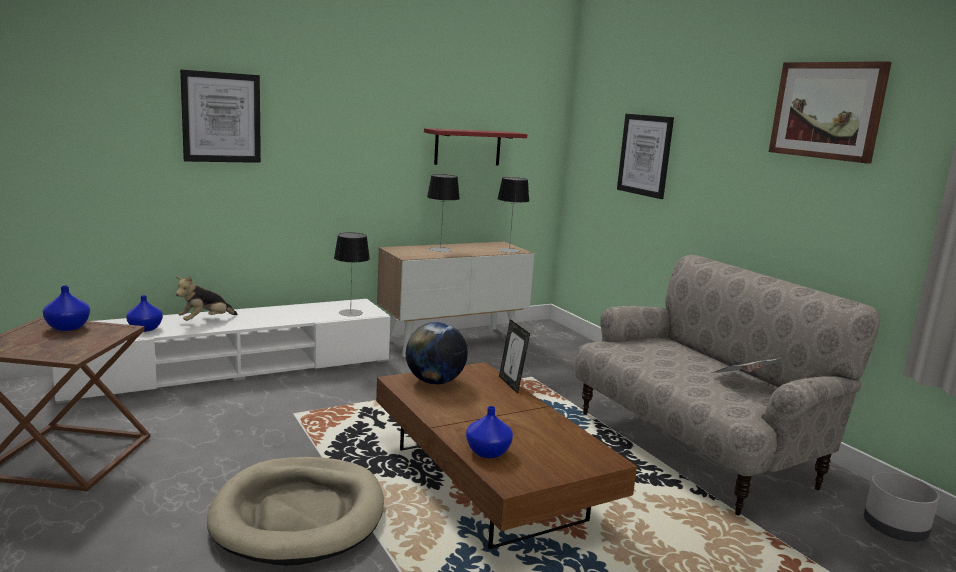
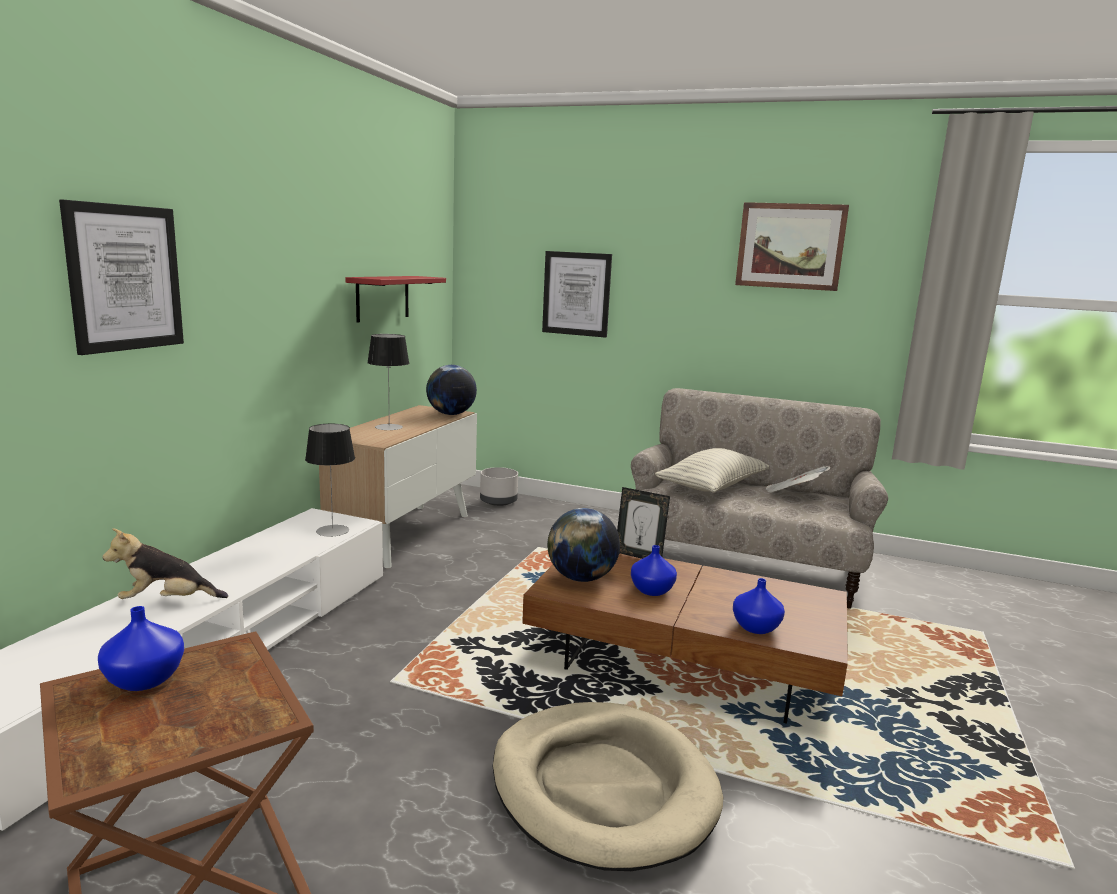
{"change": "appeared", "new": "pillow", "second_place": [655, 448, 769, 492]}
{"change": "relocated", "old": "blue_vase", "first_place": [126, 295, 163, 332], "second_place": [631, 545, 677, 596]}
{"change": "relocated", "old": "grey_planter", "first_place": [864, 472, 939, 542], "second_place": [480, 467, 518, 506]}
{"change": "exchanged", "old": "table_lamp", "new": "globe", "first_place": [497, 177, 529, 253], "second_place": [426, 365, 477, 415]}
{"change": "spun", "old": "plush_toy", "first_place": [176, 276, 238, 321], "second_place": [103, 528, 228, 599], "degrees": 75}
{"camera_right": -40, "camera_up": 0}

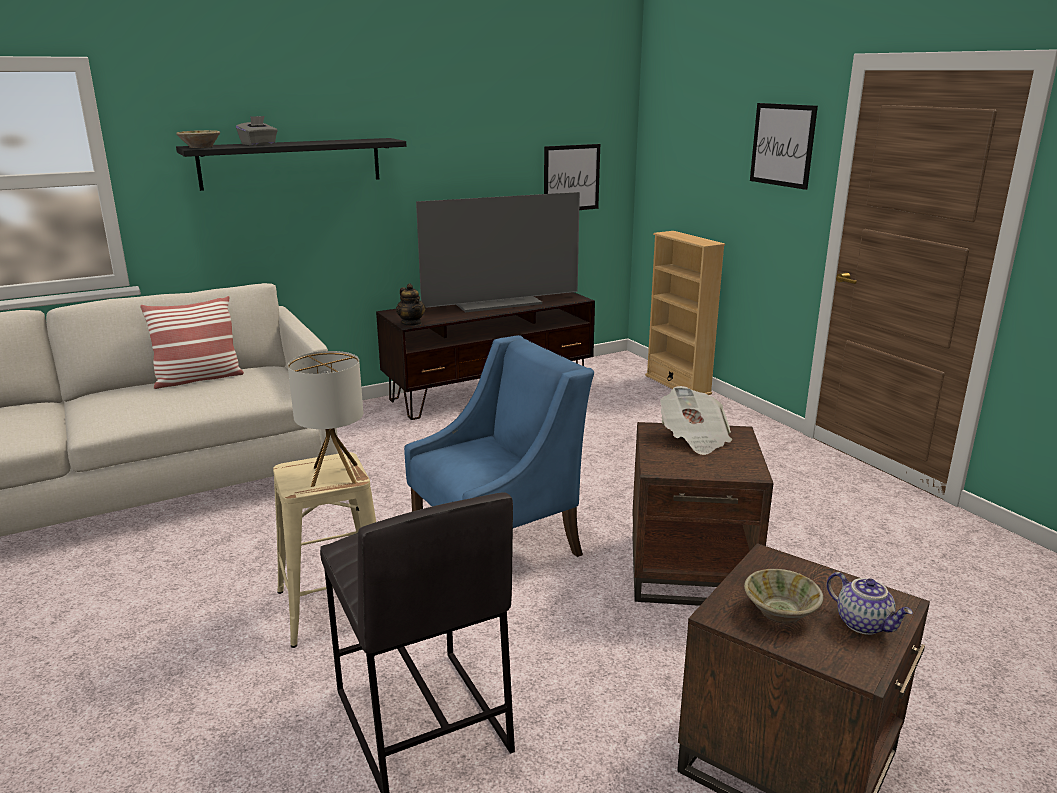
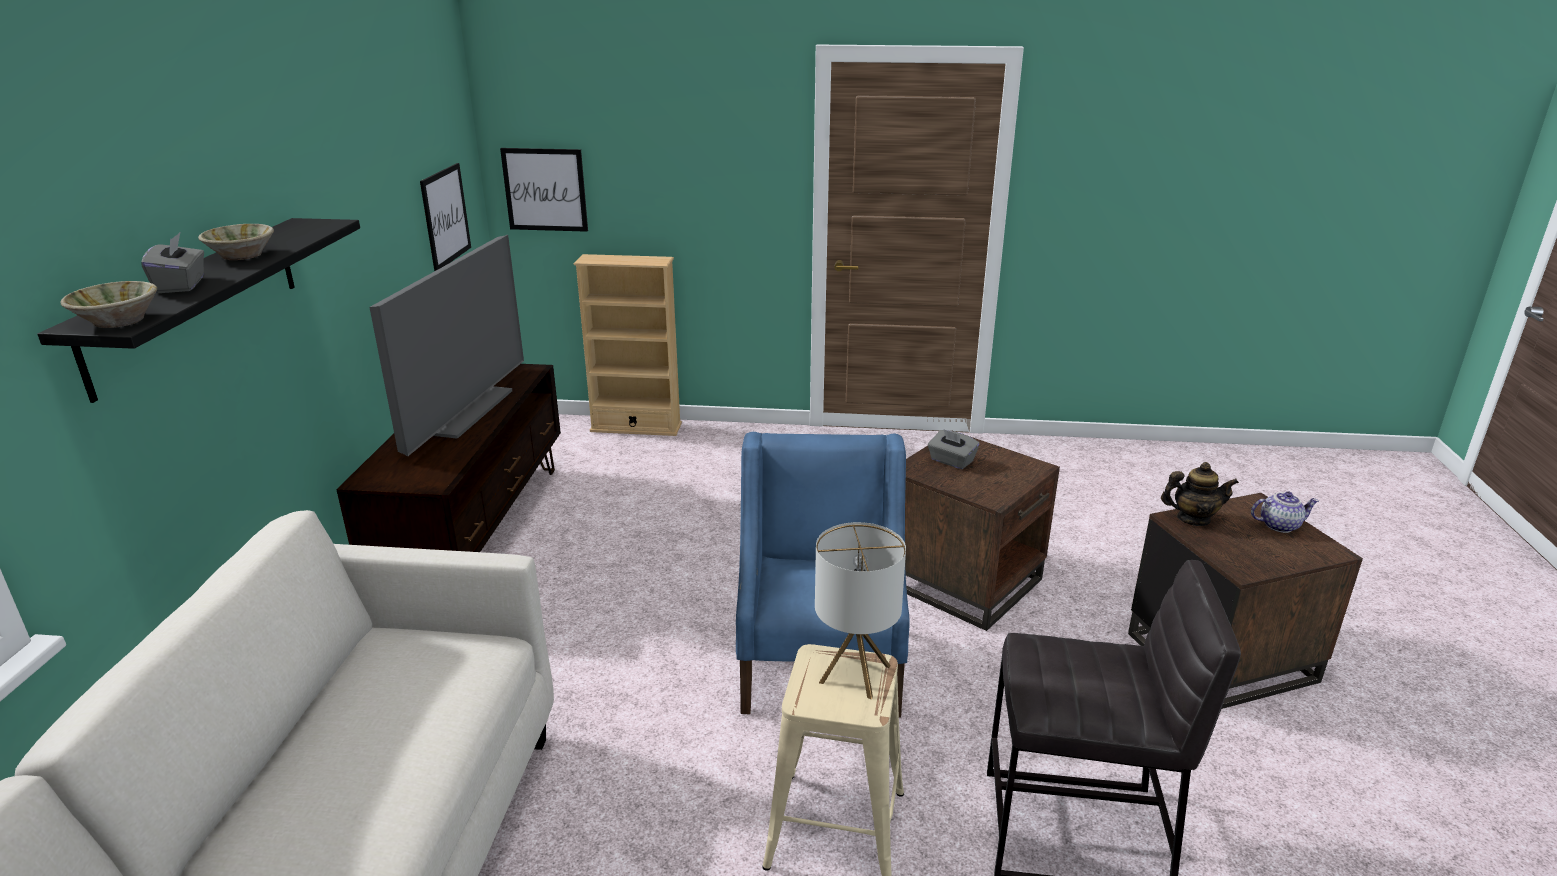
{"change": "missing", "old": "pillow", "first_place": [140, 296, 244, 389]}
{"change": "relocated", "old": "teapot", "first_place": [396, 284, 426, 326], "second_place": [1161, 462, 1239, 526]}
{"change": "relocated", "old": "beige_bowl", "first_place": [744, 569, 824, 624], "second_place": [198, 224, 274, 260]}
{"change": "relocated", "old": "picture", "first_place": [750, 103, 818, 190], "second_place": [500, 148, 588, 232]}
{"change": "exchanged", "old": "newspaper", "new": "grey_tissue_box", "first_place": [660, 386, 732, 455], "second_place": [928, 429, 979, 469]}
{"camera_right": -55, "camera_up": 5}

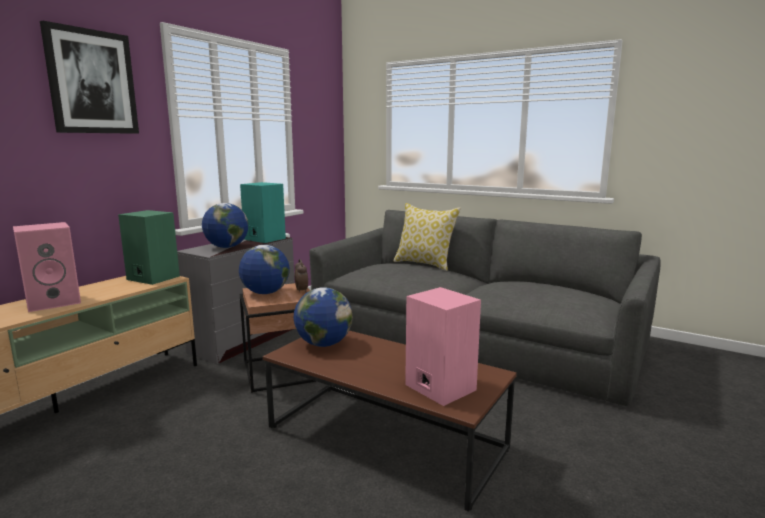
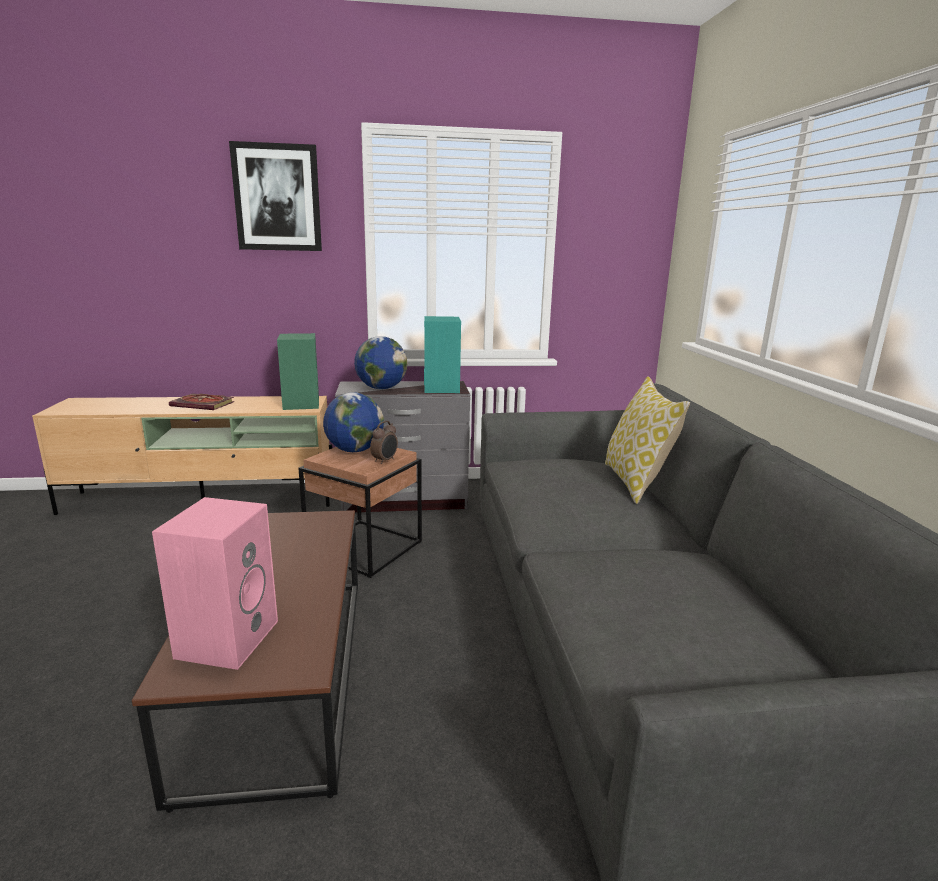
{"change": "missing", "old": "globe", "first_place": [294, 287, 353, 347]}
{"change": "exchanged", "old": "pink_speaker", "new": "book", "first_place": [13, 222, 81, 312], "second_place": [169, 393, 234, 410]}
{"camera_right": 50, "camera_up": 5}

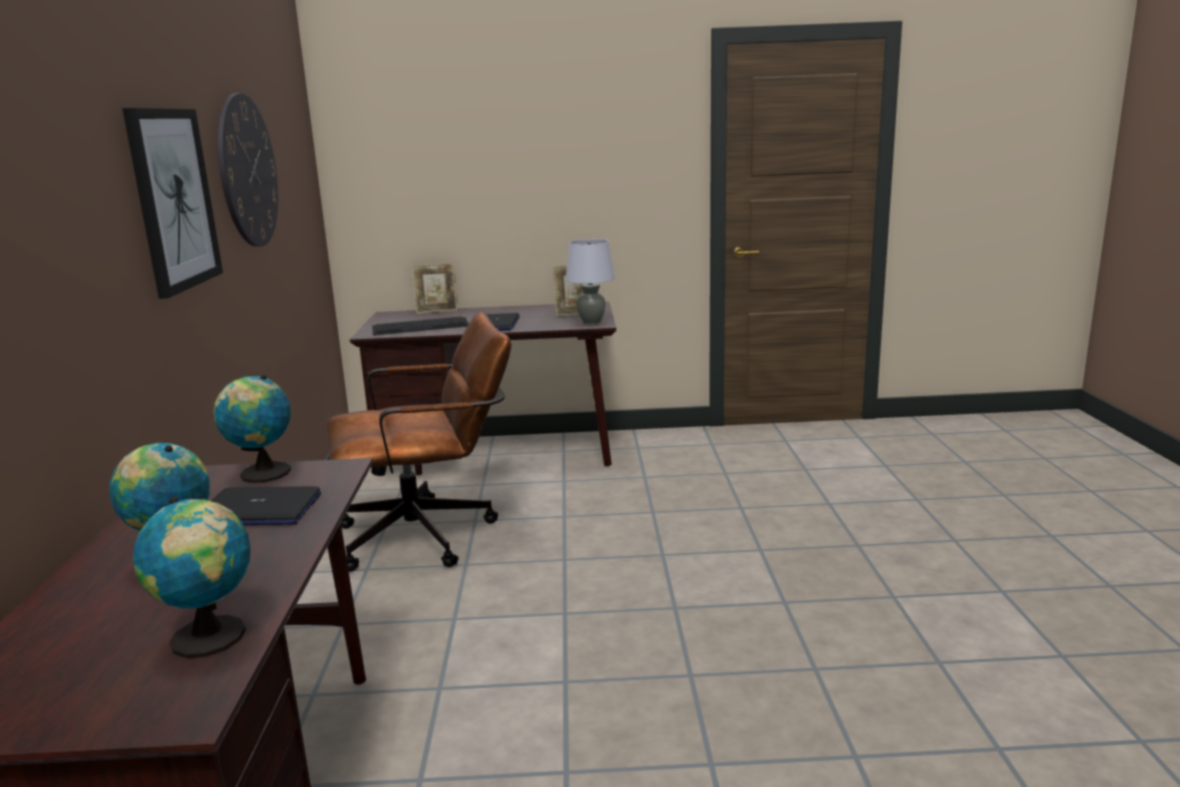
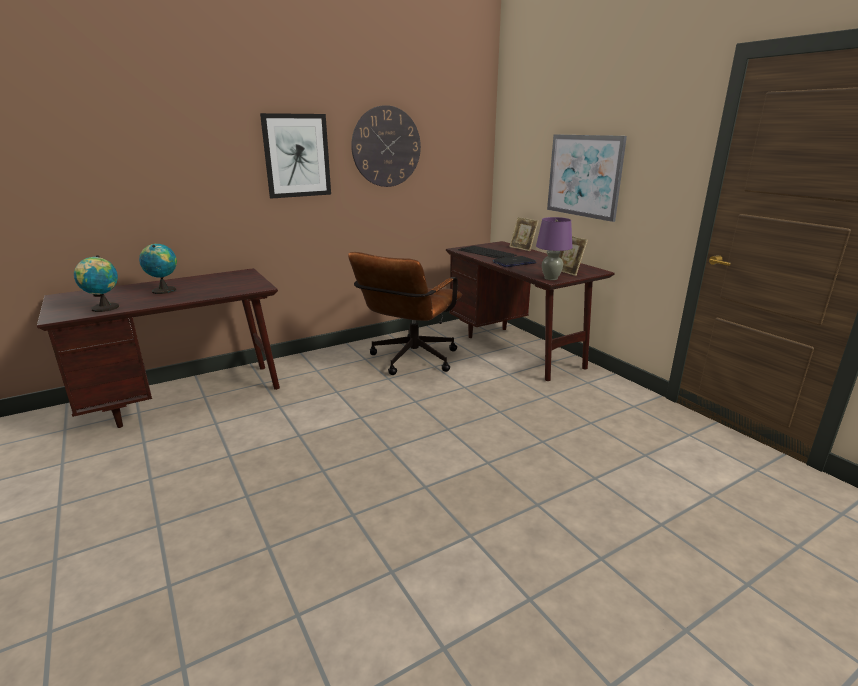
{"change": "missing", "old": "laptop", "first_place": [212, 486, 321, 525]}
{"change": "missing", "old": "globe", "first_place": [214, 375, 291, 483]}
{"change": "appeared", "new": "picture", "second_place": [547, 134, 627, 222]}
{"change": "colour", "old": "grey_table_lamp", "new": "purple_table_lamp", "first_place": [566, 239, 615, 325], "second_place": [536, 217, 573, 280]}
{"change": "spun", "old": "brown_office_chair", "first_place": [326, 311, 512, 572], "second_place": [348, 252, 462, 375], "degrees": 75}
{"camera_right": 60, "camera_up": 5}

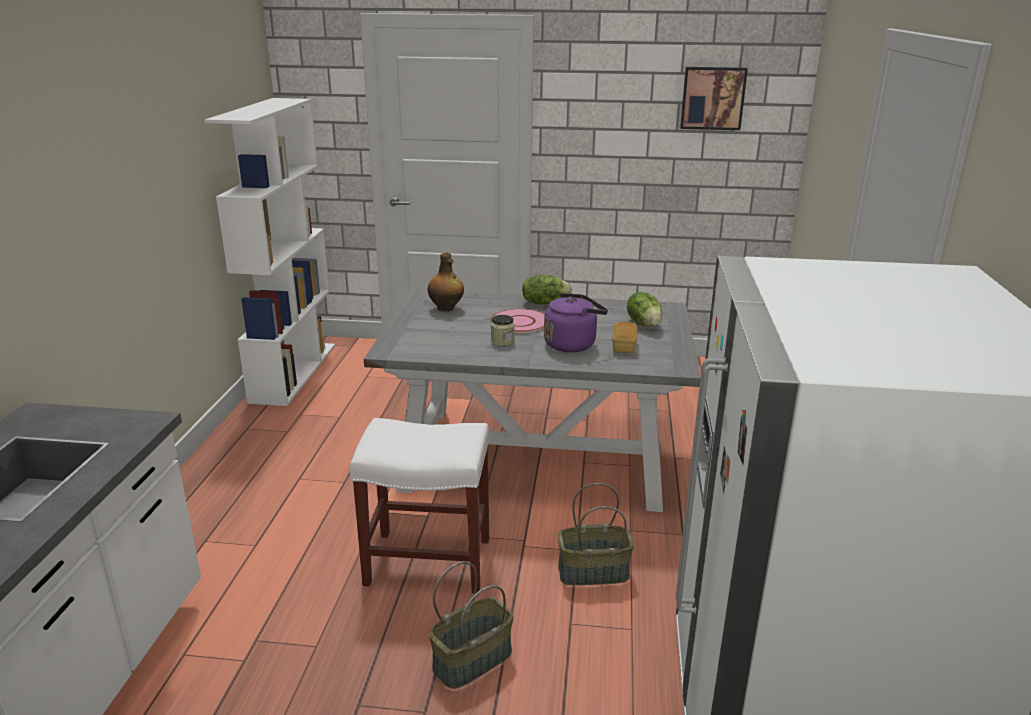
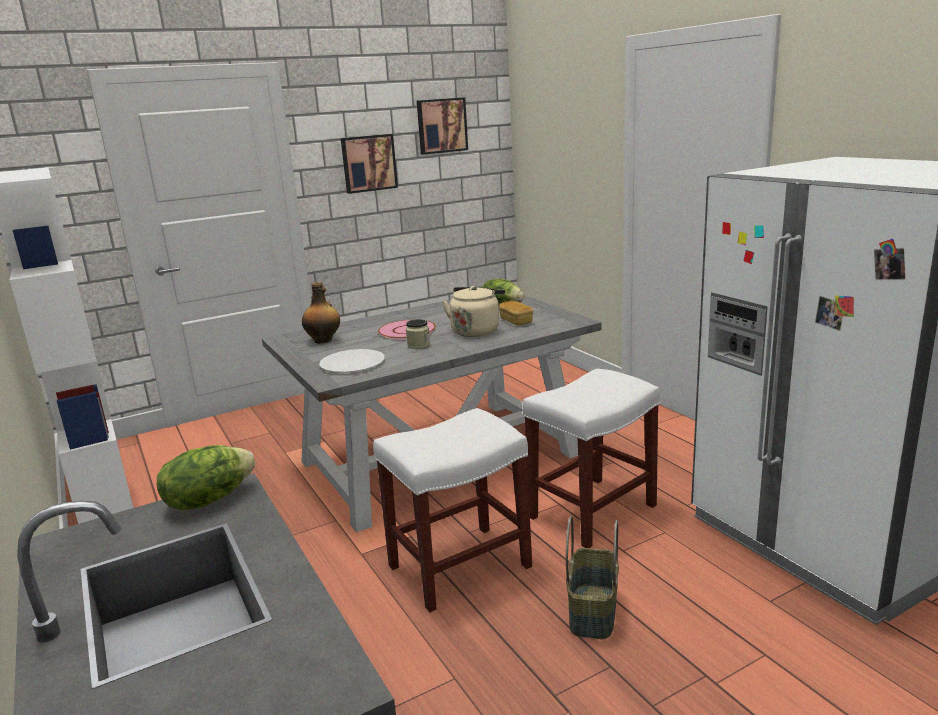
{"change": "appeared", "new": "white_plate", "second_place": [319, 349, 385, 373]}
{"change": "appeared", "new": "picture", "second_place": [341, 134, 398, 194]}
{"change": "relocated", "old": "lettuce", "first_place": [522, 275, 572, 304], "second_place": [157, 445, 255, 510]}
{"change": "exchanged", "old": "basket", "new": "white_stool", "first_place": [558, 483, 634, 585], "second_place": [523, 369, 660, 548]}
{"change": "colour", "old": "purple_kettle", "new": "beige_kettle", "first_place": [544, 293, 608, 352], "second_place": [442, 286, 505, 337]}
{"camera_right": -35, "camera_up": -5}

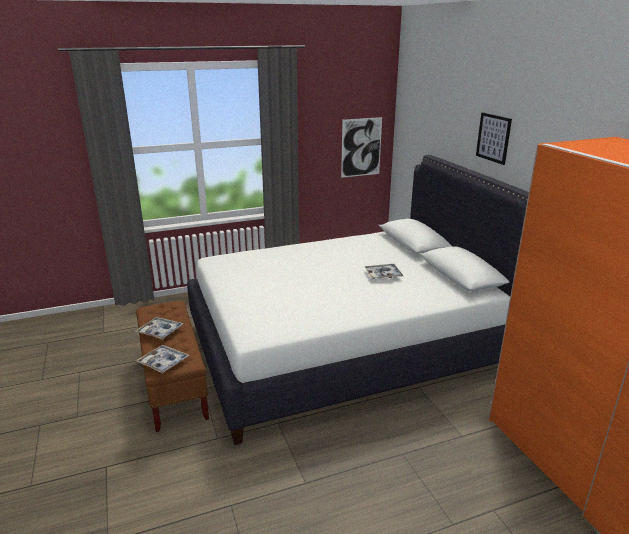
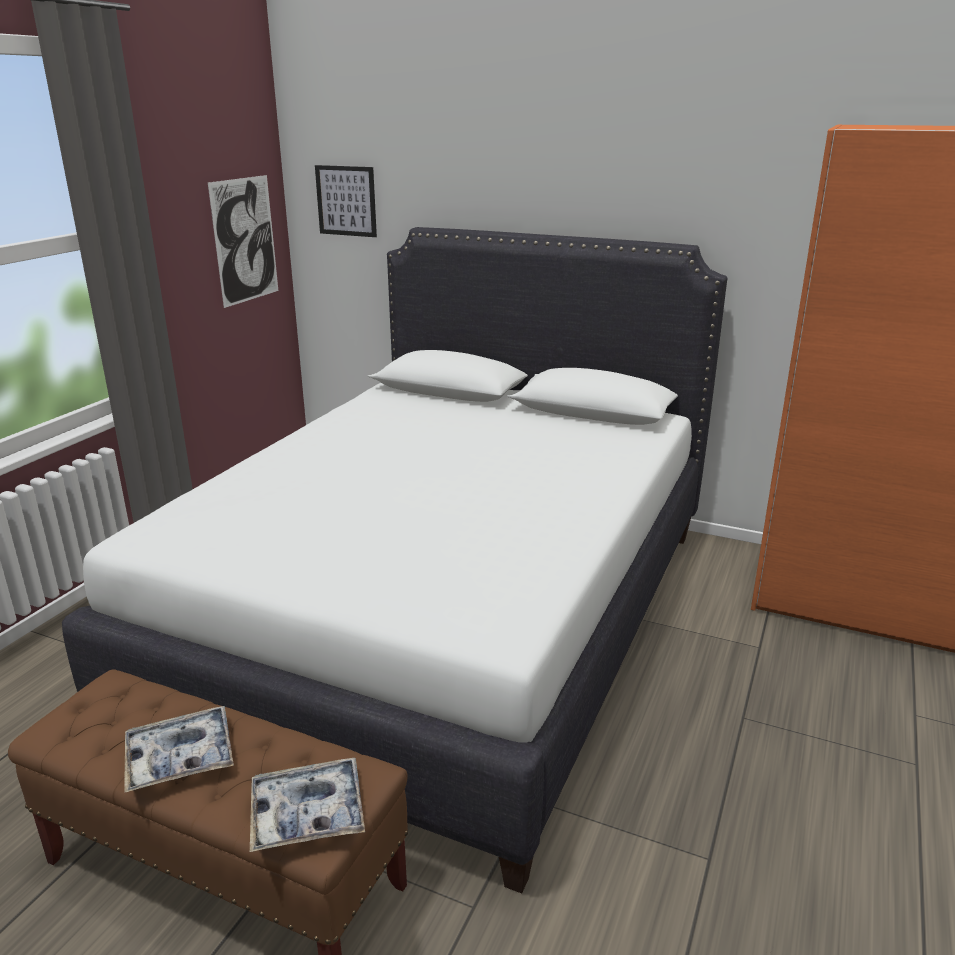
{"change": "missing", "old": "tray", "first_place": [364, 264, 403, 279]}
{"change": "relocated", "old": "picture", "first_place": [476, 112, 512, 165], "second_place": [315, 165, 377, 237]}
{"camera_right": -45, "camera_up": 0}

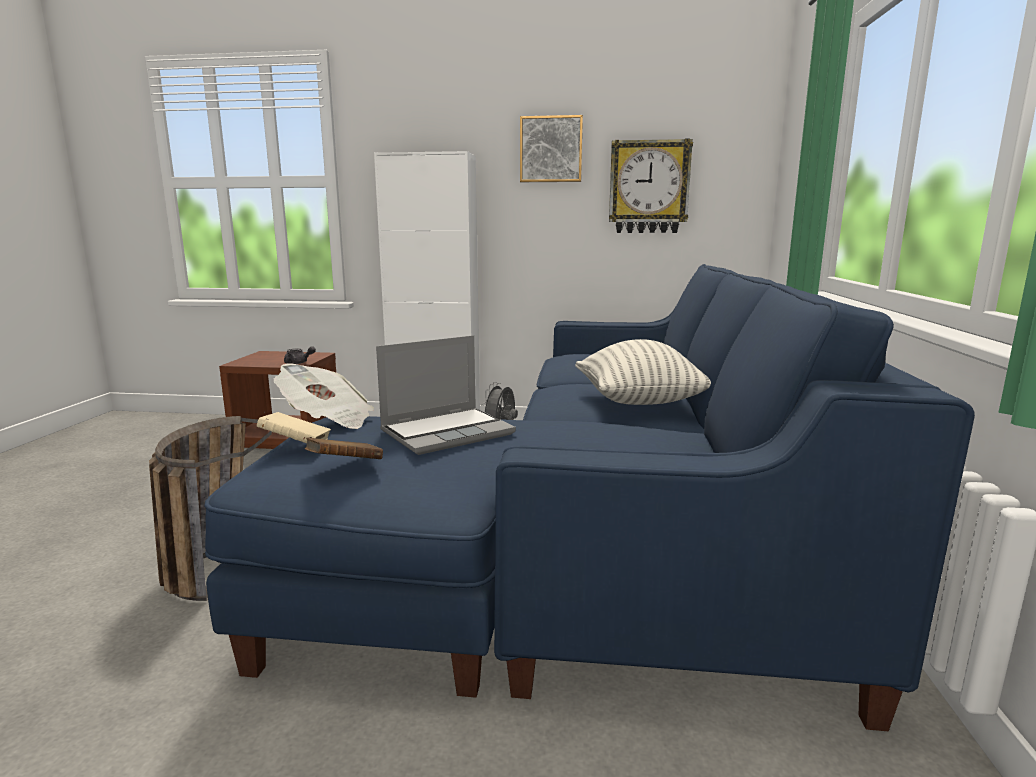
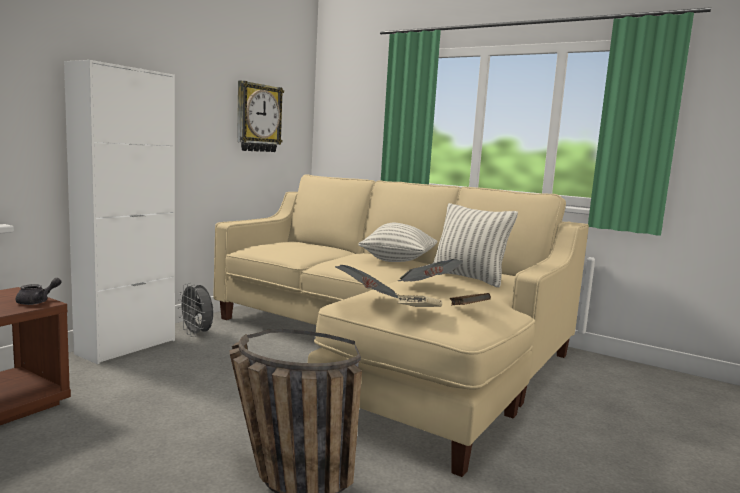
{"change": "missing", "old": "picture", "first_place": [520, 115, 583, 182]}
{"change": "appeared", "new": "pillow", "second_place": [433, 203, 518, 287]}
{"change": "exchanged", "old": "laptop", "new": "newspaper", "first_place": [376, 335, 516, 455], "second_place": [398, 259, 463, 282]}
{"change": "colour", "old": "blue_sofa", "new": "beige_sofa", "first_place": [204, 264, 975, 731], "second_place": [213, 174, 589, 477]}
{"camera_right": -65, "camera_up": -5}

